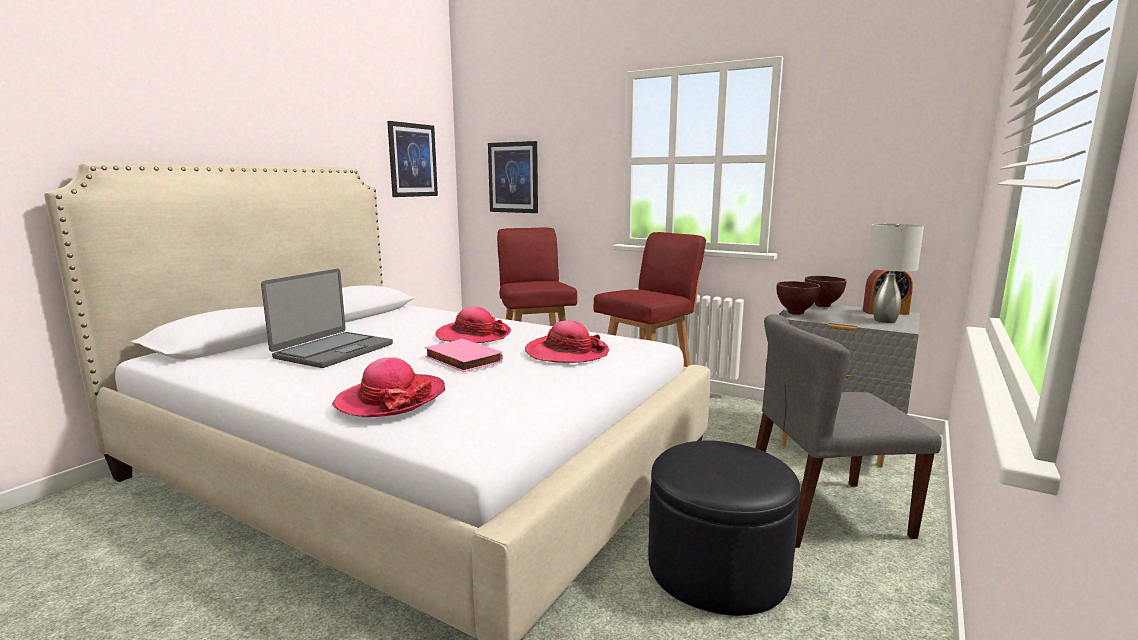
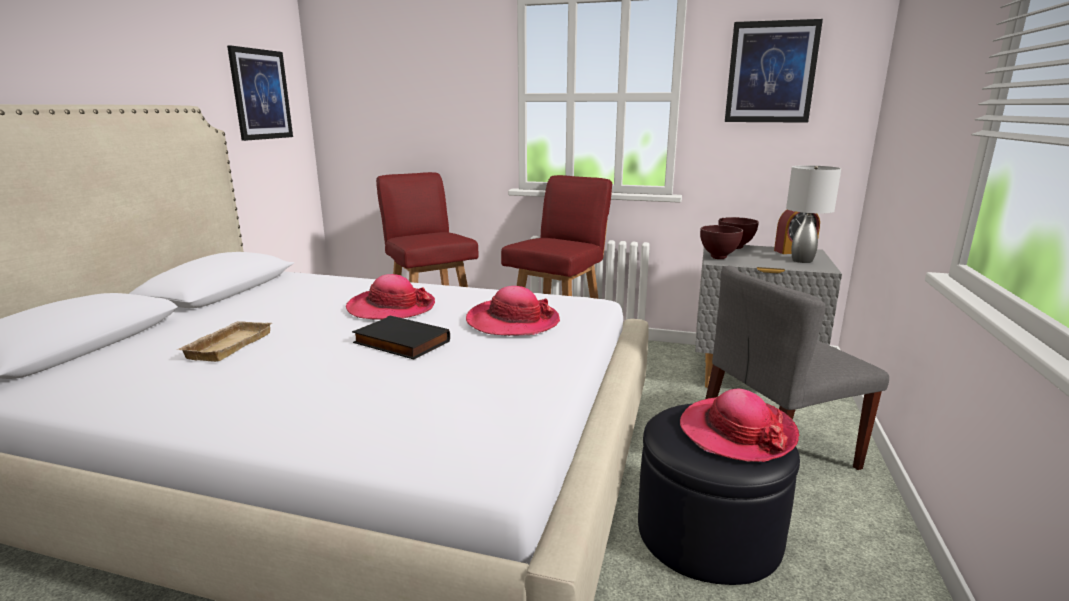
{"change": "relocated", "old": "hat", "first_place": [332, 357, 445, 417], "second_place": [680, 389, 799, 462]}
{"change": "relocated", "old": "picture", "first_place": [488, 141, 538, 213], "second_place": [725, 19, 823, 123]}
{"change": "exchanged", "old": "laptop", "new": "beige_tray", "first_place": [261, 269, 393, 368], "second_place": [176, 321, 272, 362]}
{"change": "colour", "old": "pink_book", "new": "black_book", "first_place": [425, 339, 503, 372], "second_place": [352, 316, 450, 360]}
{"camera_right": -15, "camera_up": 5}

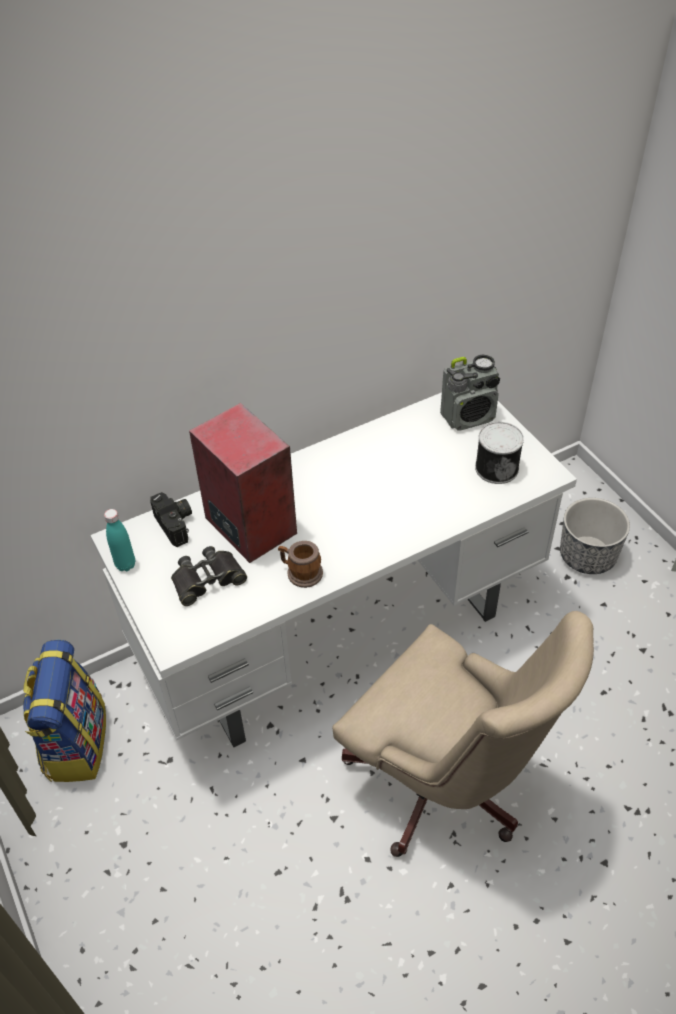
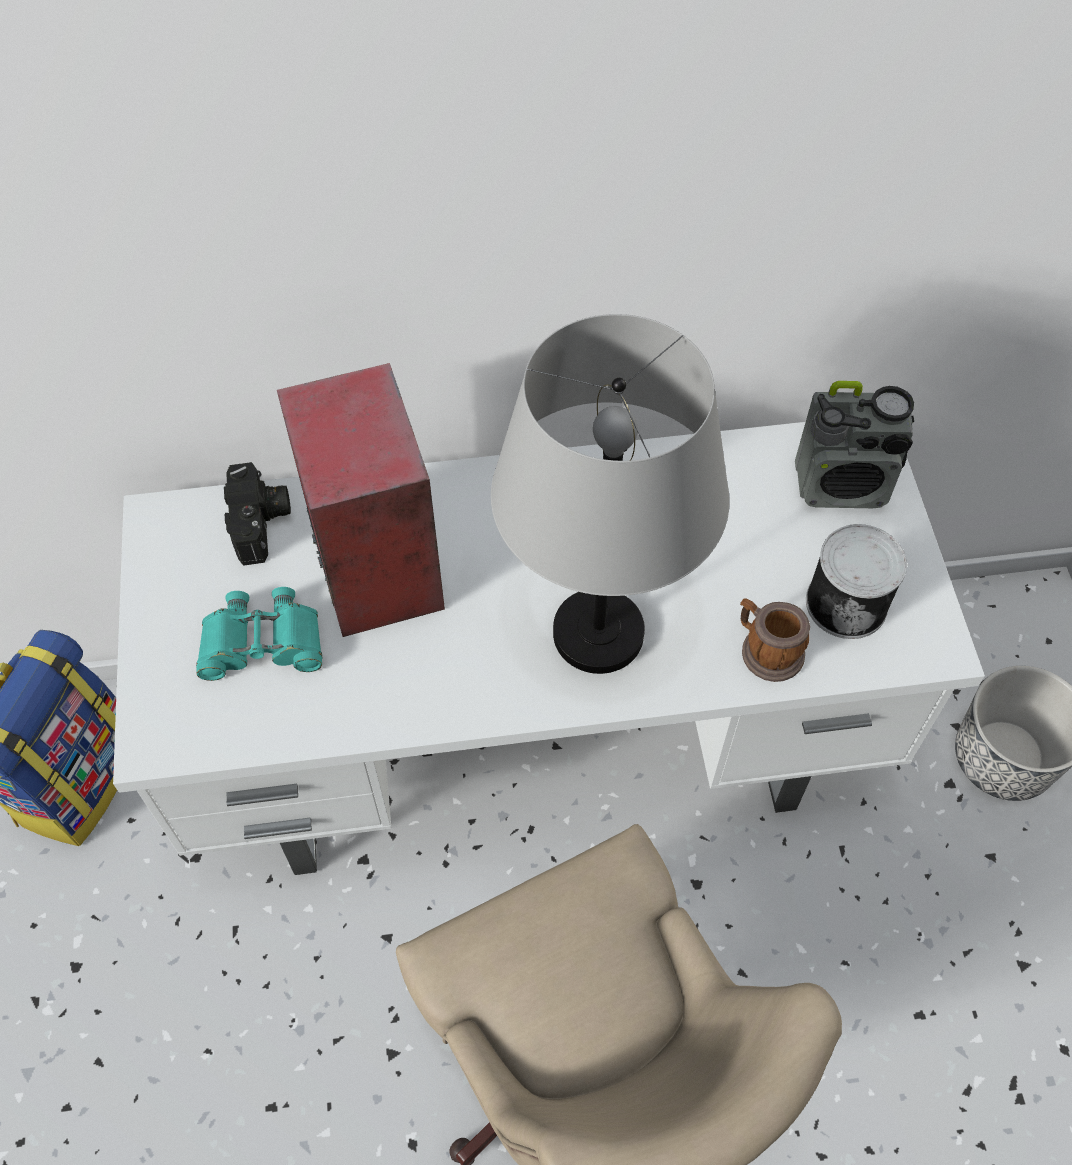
{"change": "missing", "old": "turquoise_bottle", "first_place": [104, 509, 135, 571]}
{"change": "appeared", "new": "grey_table_lamp", "second_place": [491, 314, 730, 674]}
{"change": "relocated", "old": "mug", "first_place": [278, 541, 323, 588], "second_place": [740, 598, 810, 682]}
{"change": "colour", "old": "black_binoculars", "new": "turquoise_binoculars", "first_place": [171, 546, 247, 606], "second_place": [196, 587, 322, 681]}
{"camera_right": 20, "camera_up": 10}

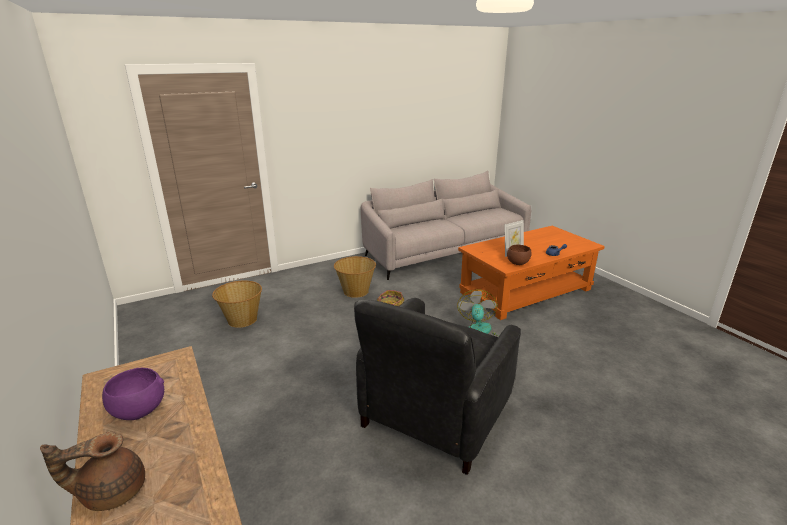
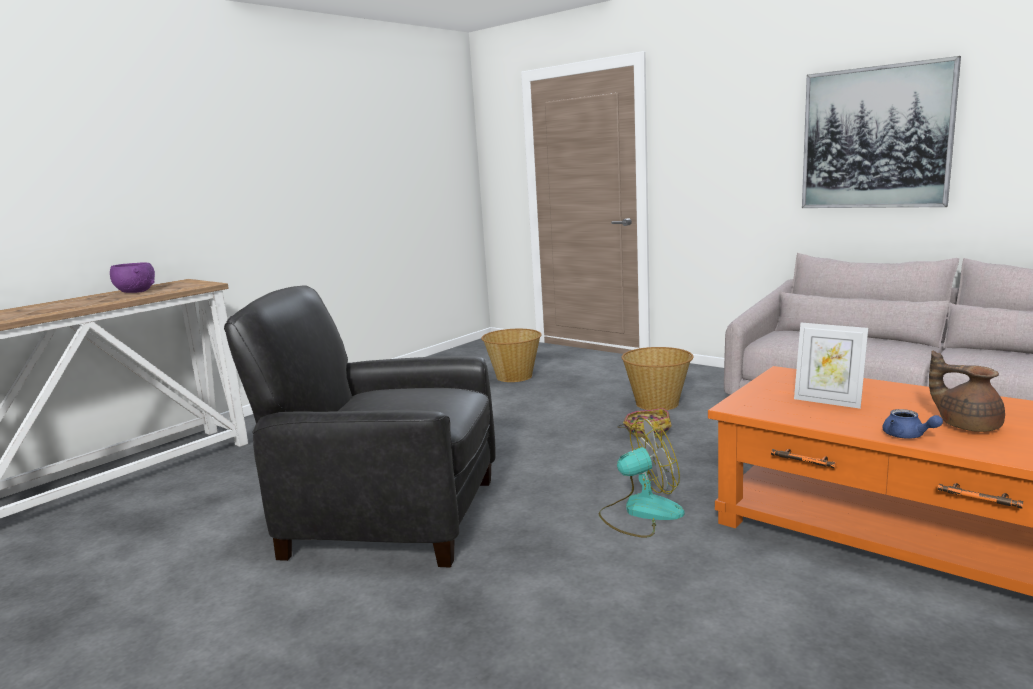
{"change": "missing", "old": "brown_bowl", "first_place": [507, 244, 532, 265]}
{"change": "appeared", "new": "picture", "second_place": [802, 56, 961, 208]}
{"change": "relocated", "old": "brown_teapot", "first_place": [40, 432, 145, 511], "second_place": [929, 351, 1005, 432]}
{"camera_right": 70, "camera_up": -10}

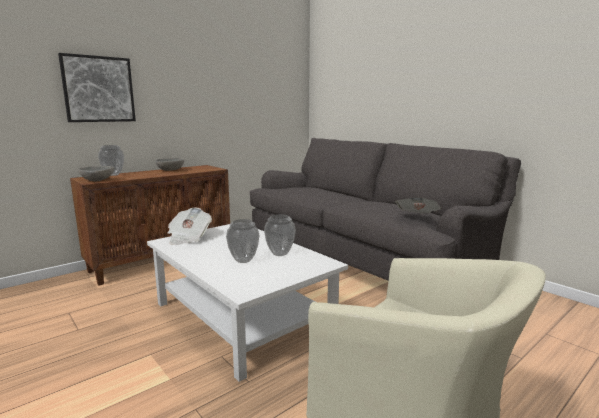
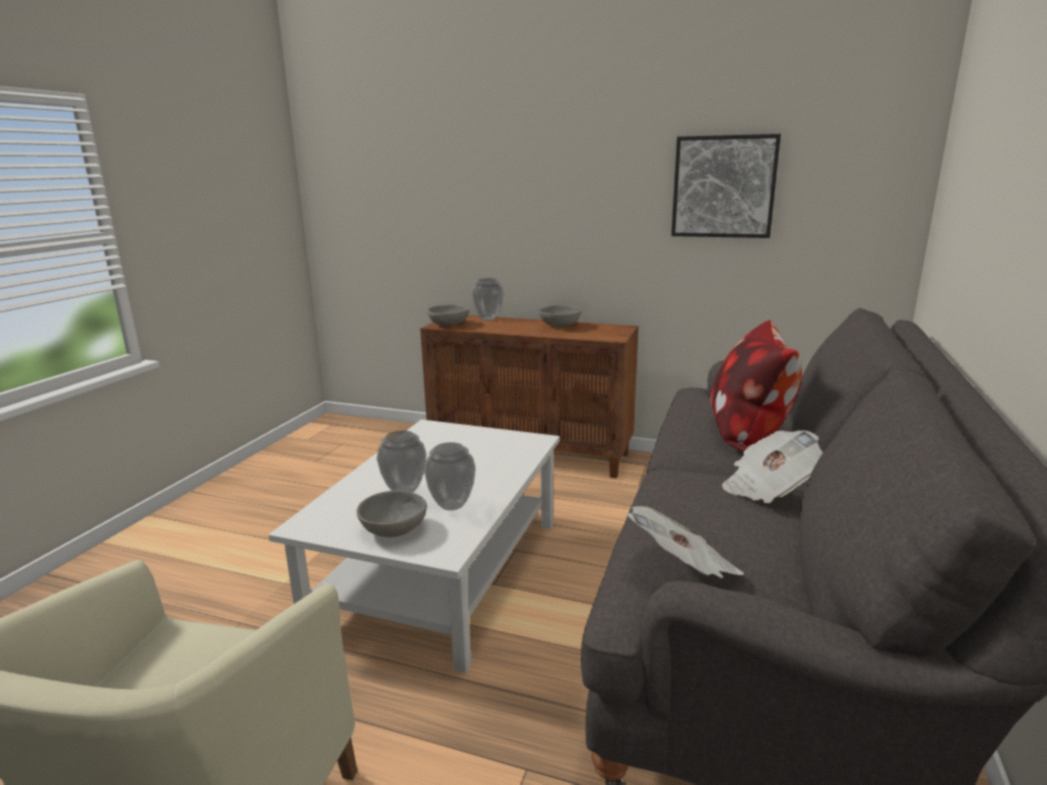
{"change": "appeared", "new": "grey_bowl", "second_place": [356, 490, 427, 537]}
{"change": "appeared", "new": "pillow", "second_place": [711, 320, 802, 452]}
{"change": "relocated", "old": "picture", "first_place": [58, 53, 136, 122], "second_place": [671, 134, 781, 238]}
{"change": "relocated", "old": "newspaper", "first_place": [168, 207, 212, 245], "second_place": [722, 430, 823, 503]}
{"camera_right": 60, "camera_up": 5}

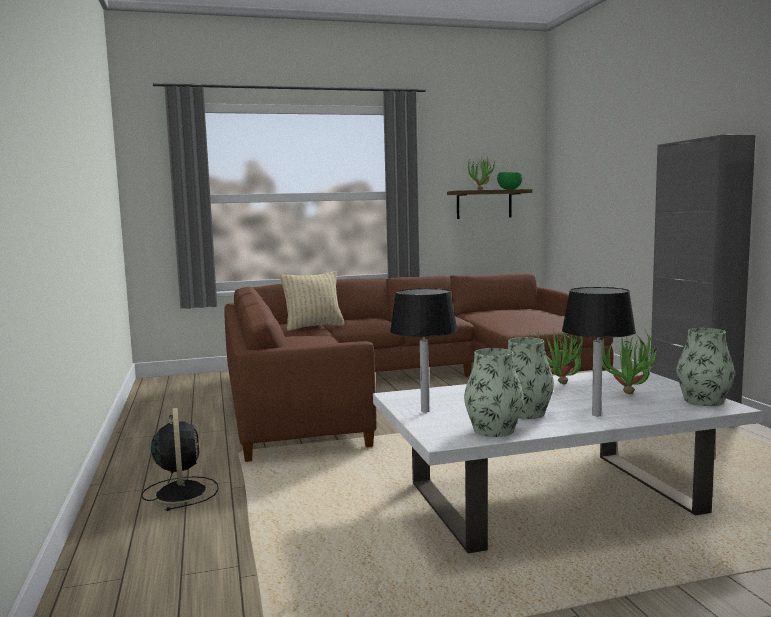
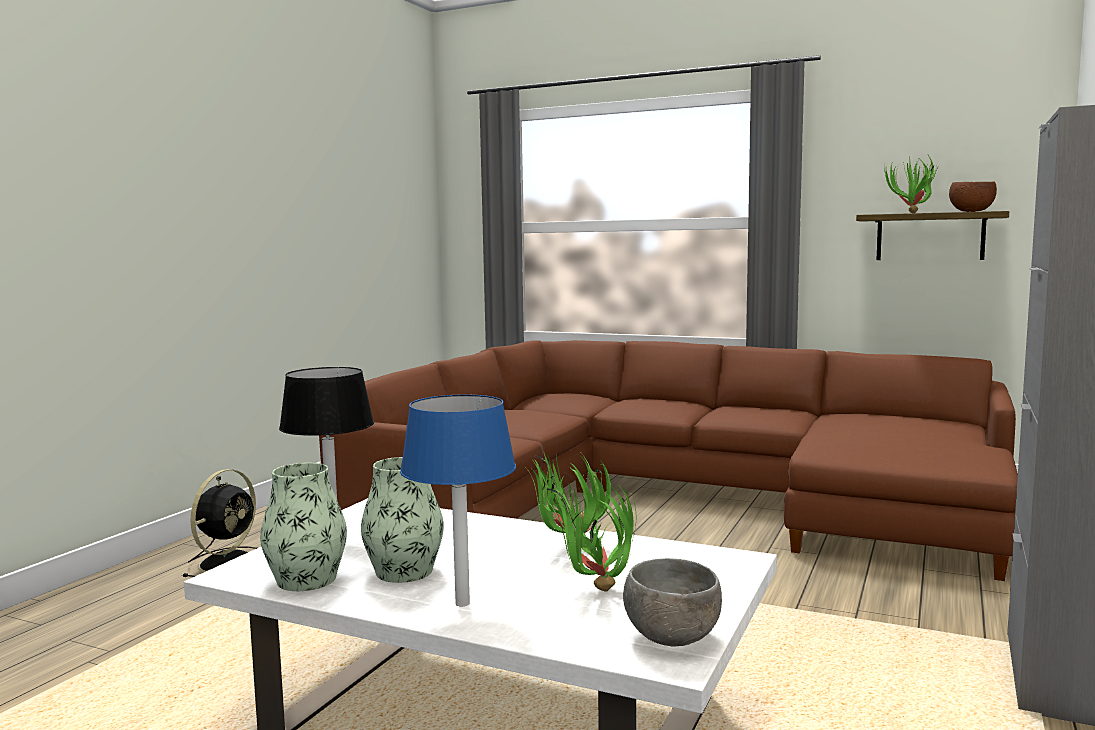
{"change": "missing", "old": "beige_pillow", "first_place": [280, 271, 345, 331]}
{"change": "exchanged", "old": "vase", "new": "grey_bowl", "first_place": [676, 328, 735, 406], "second_place": [623, 558, 722, 647]}
{"change": "colour", "old": "green_bowl", "new": "brown_bowl", "first_place": [497, 172, 522, 190], "second_place": [949, 182, 997, 212]}
{"change": "colour", "old": "black_table_lamp", "new": "blue_table_lamp", "first_place": [562, 287, 636, 416], "second_place": [400, 395, 516, 607]}
{"camera_right": 40, "camera_up": 0}

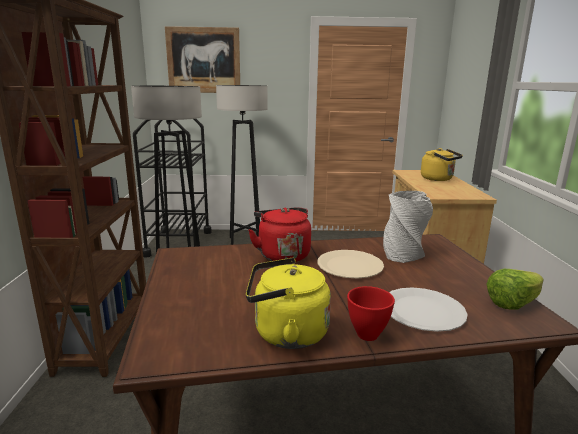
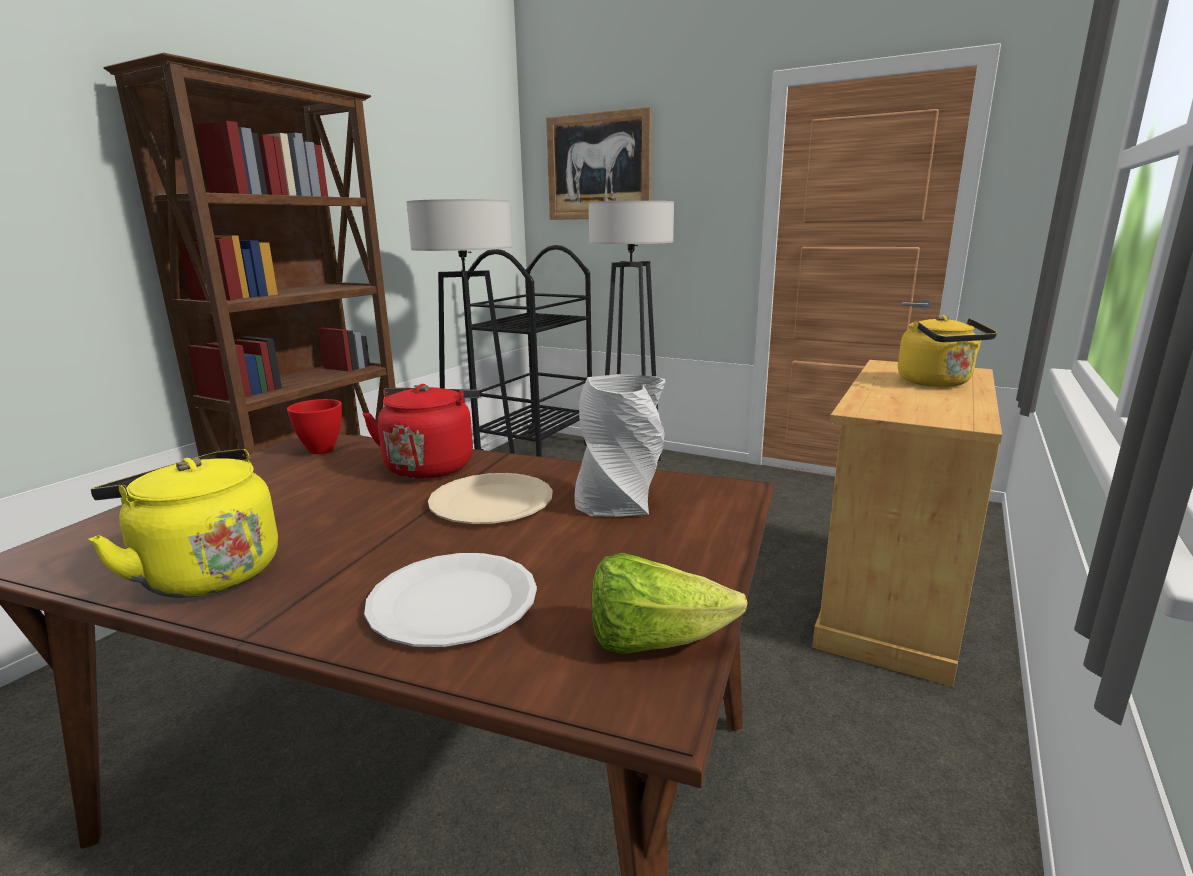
{"change": "relocated", "old": "red_bowl", "first_place": [347, 286, 395, 341], "second_place": [287, 399, 342, 454]}
{"camera_right": 30, "camera_up": 0}

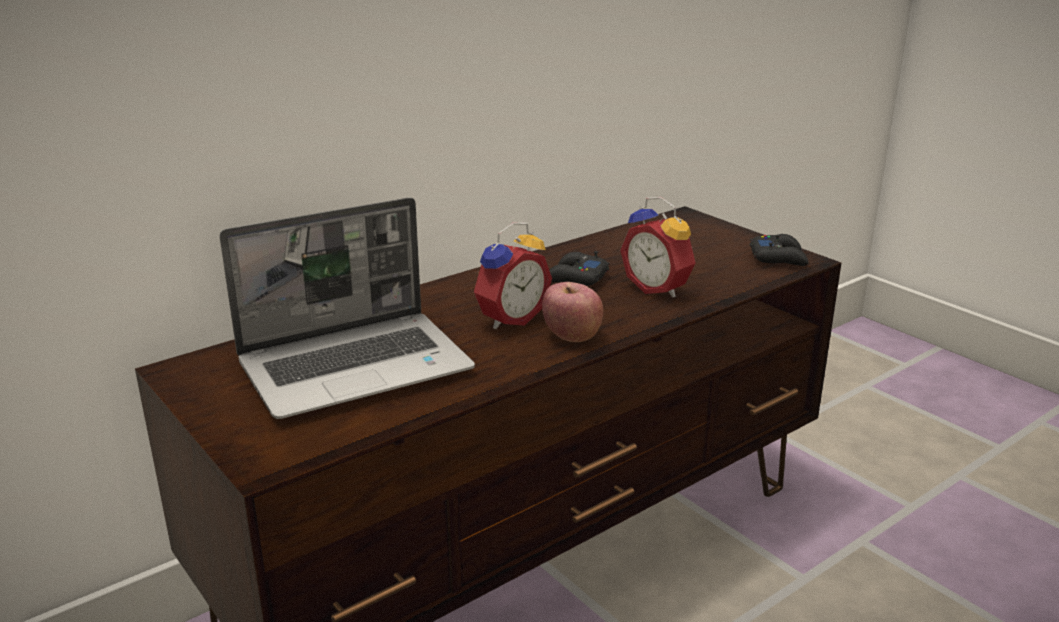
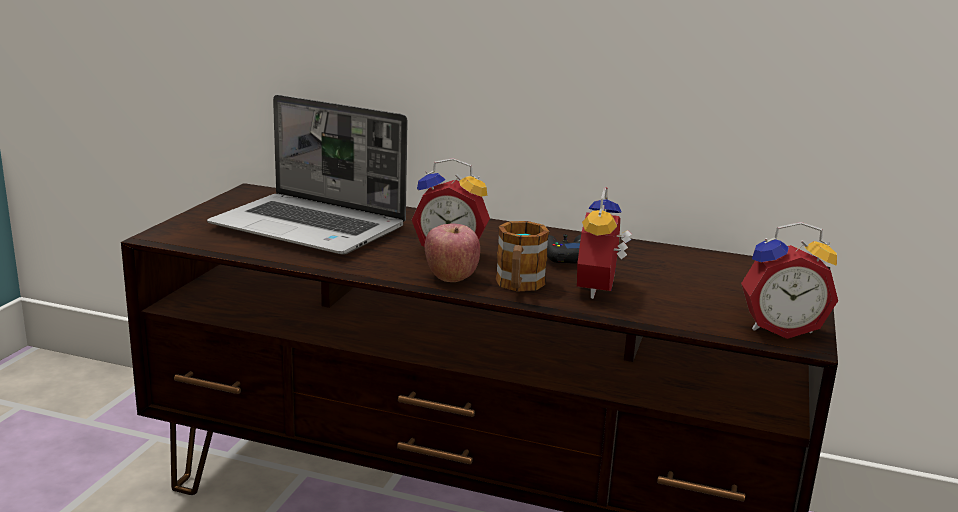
{"change": "appeared", "new": "mug", "second_place": [495, 221, 550, 291]}
{"change": "exchanged", "old": "black_game_controller", "new": "alarm_clock", "first_place": [750, 234, 809, 266], "second_place": [741, 222, 838, 339]}
{"camera_right": 55, "camera_up": -5}

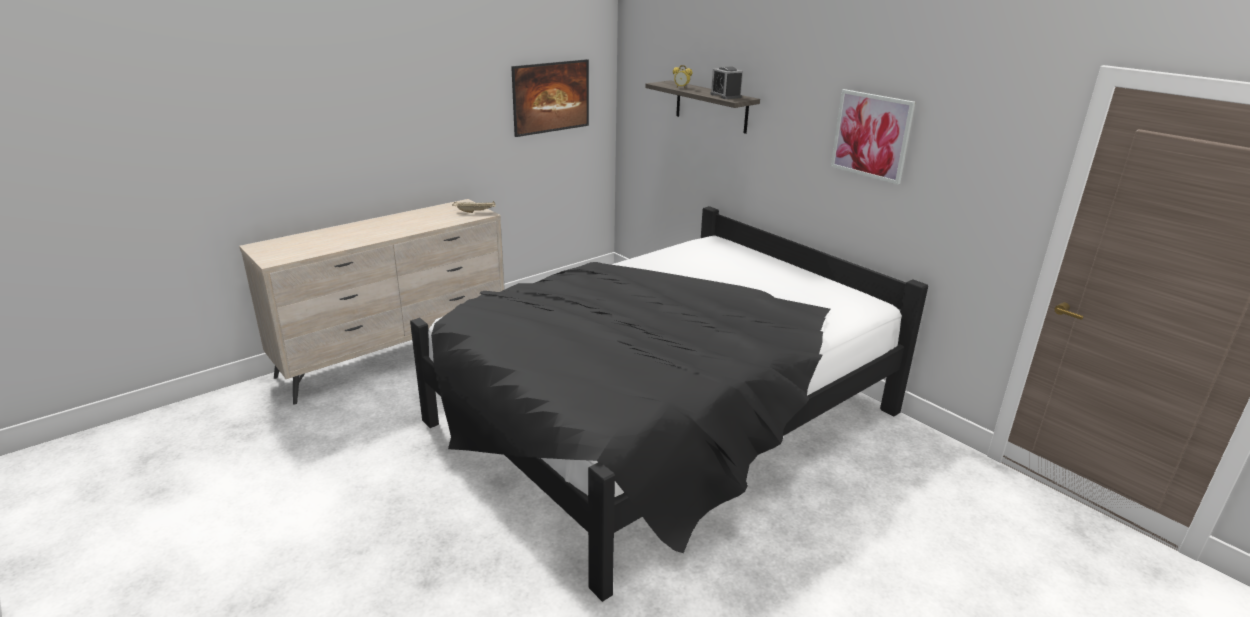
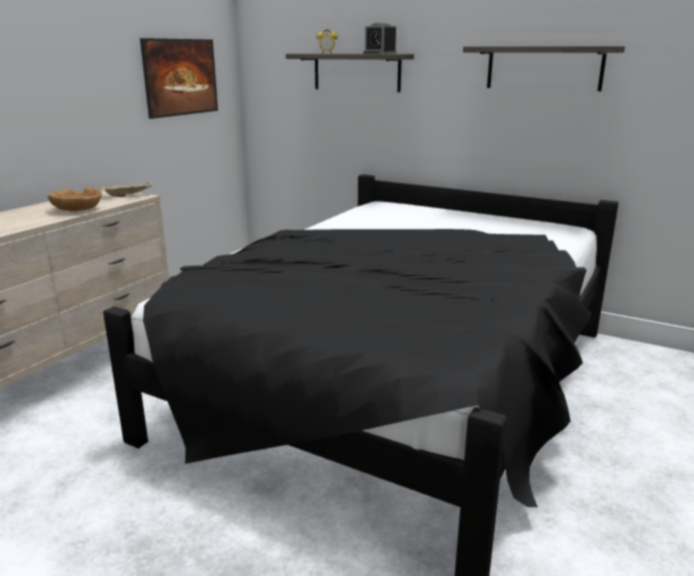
{"change": "appeared", "new": "brown_bowl", "second_place": [47, 187, 102, 211]}
{"change": "exchanged", "old": "picture", "new": "shelf", "first_place": [831, 89, 916, 185], "second_place": [463, 46, 625, 91]}
{"camera_right": -20, "camera_up": -5}

